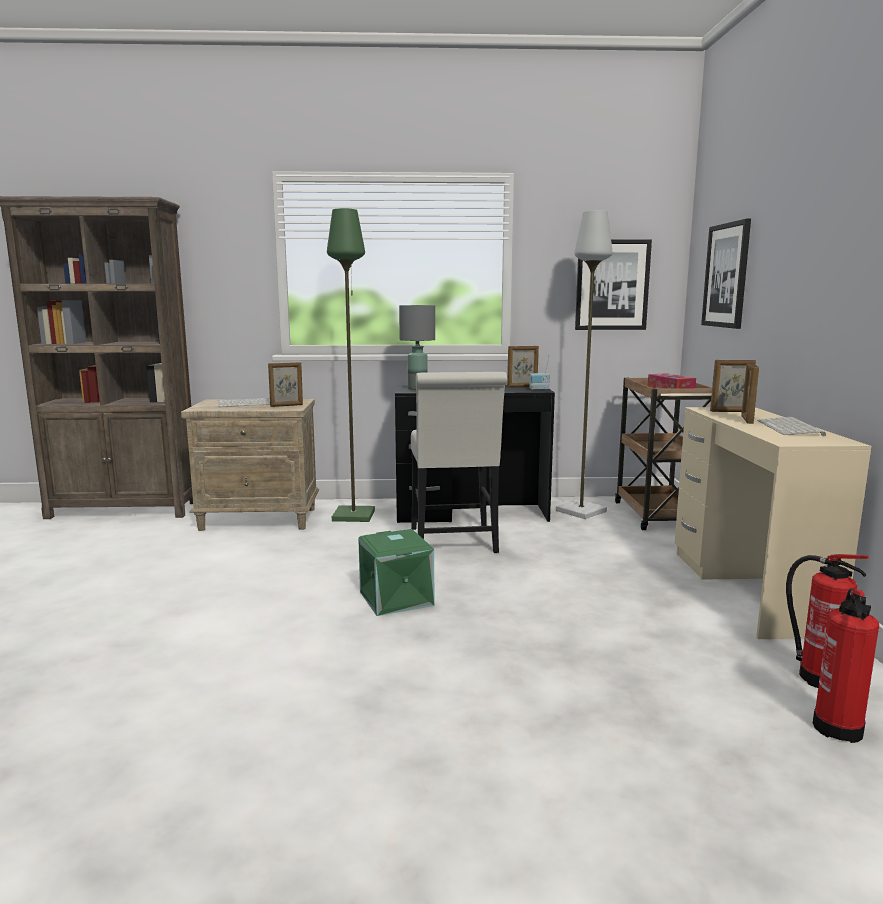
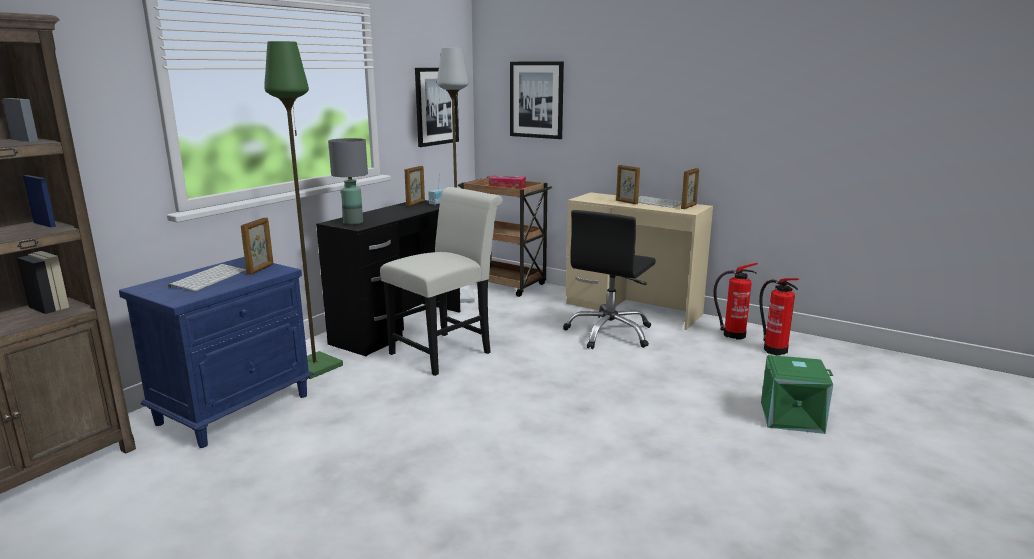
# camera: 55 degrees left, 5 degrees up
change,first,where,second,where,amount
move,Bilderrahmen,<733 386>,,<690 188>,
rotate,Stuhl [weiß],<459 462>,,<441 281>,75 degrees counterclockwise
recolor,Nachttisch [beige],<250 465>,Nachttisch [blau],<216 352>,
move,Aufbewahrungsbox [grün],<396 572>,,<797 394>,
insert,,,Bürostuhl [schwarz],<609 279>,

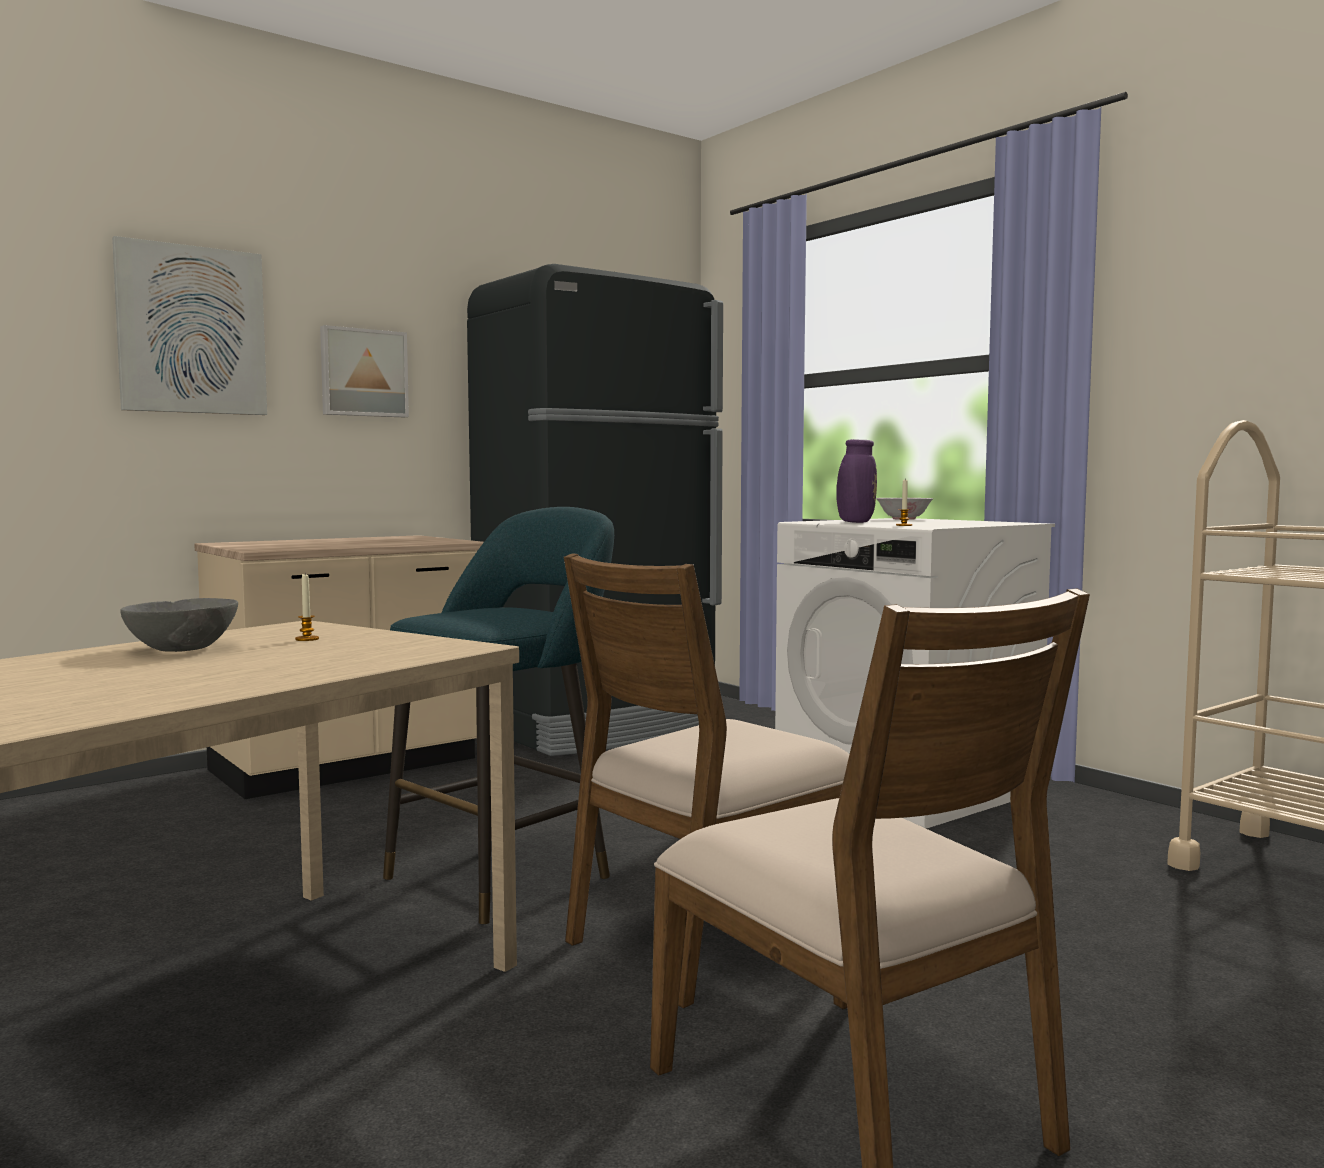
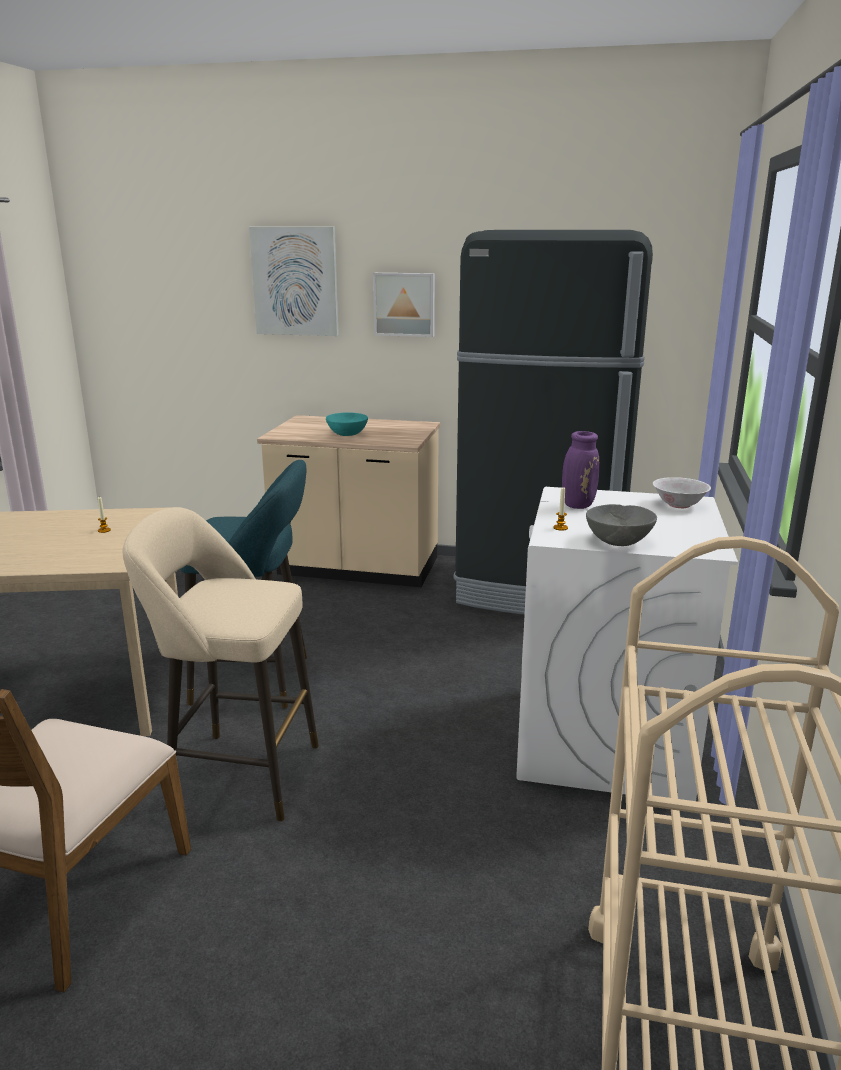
# camera: 50 degrees right, 15 degrees up
change,first,where,second,where,amount
replace,Stuhl [braun],<706 780>,Hocker [beige],<221 664>,
move,Schüssel [grau],<179 625>,,<621 525>,
insert,,,Schüssel [türkis],<347 424>,

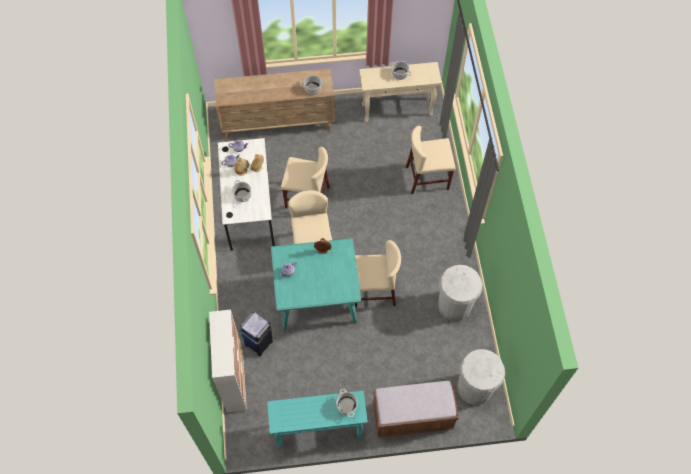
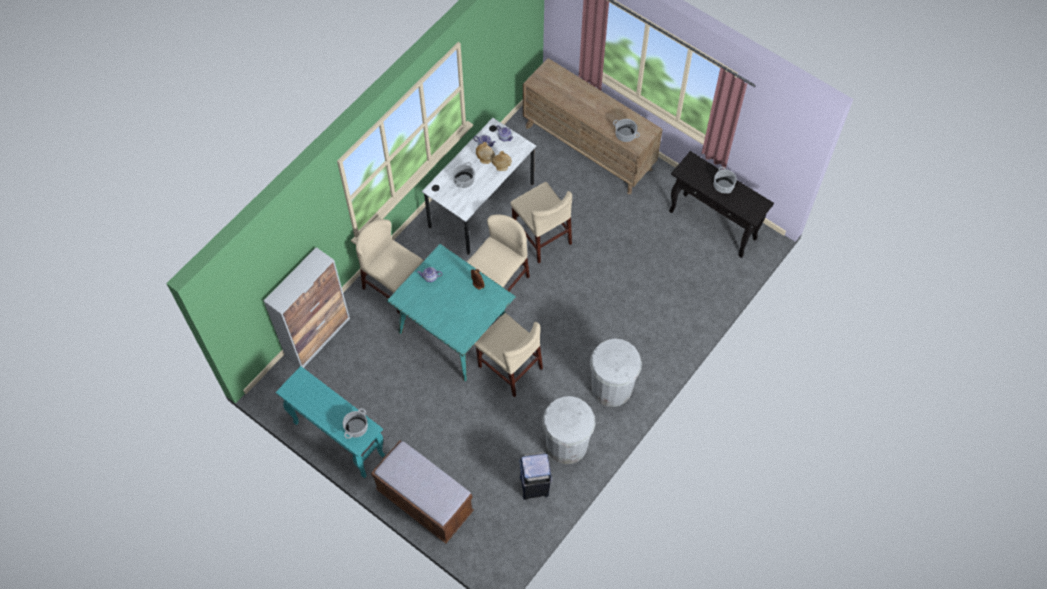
# camera: 45 degrees right, 0 degrees up
change,first,where,second,where,amount
recolor,Konsolentisch [beige],<400 92>,Konsolentisch [schwarz],<721 204>,
move,Stuhl [beige],<431 160>,,<389 266>,
move,Mülleimer [blau],<256 334>,,<535 475>,
move,Mülleimer [weiß],<481 377>,,<616 373>,

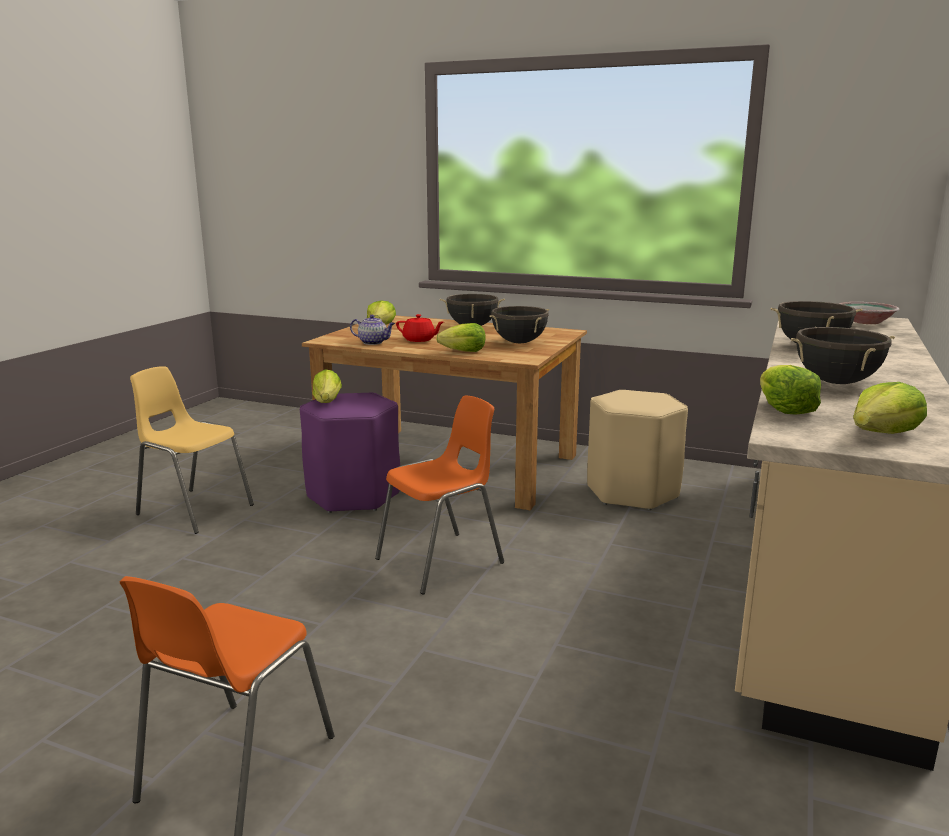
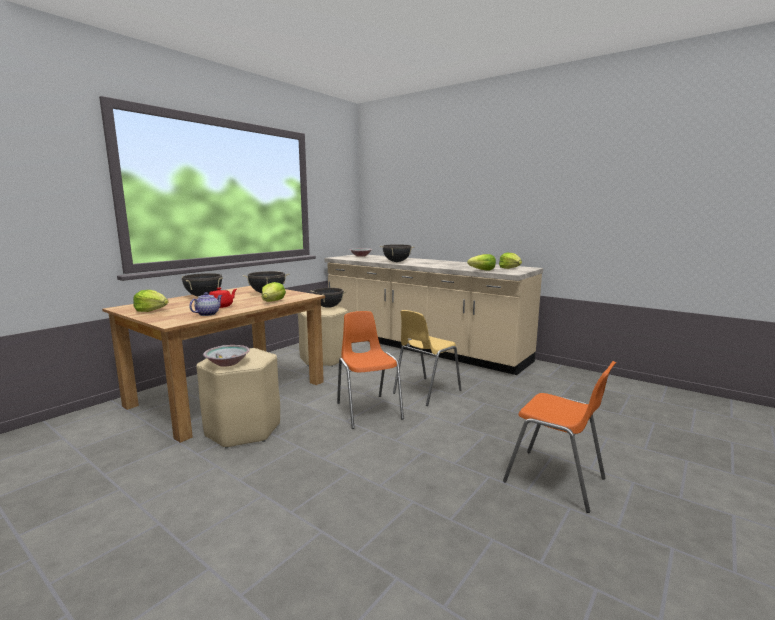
# camera: 75 degrees left, 5 degrees down
change,first,where,second,where,amount
move,Kochtopf [schwarz],<843 355>,,<328 298>,
move,Stuhl [gelb],<192 450>,,<427 358>,
replace,Salatkopf,<327 386>,Schüssel,<226 356>,
recolor,Hocker [lila],<350 453>,Hocker [beige],<238 398>,

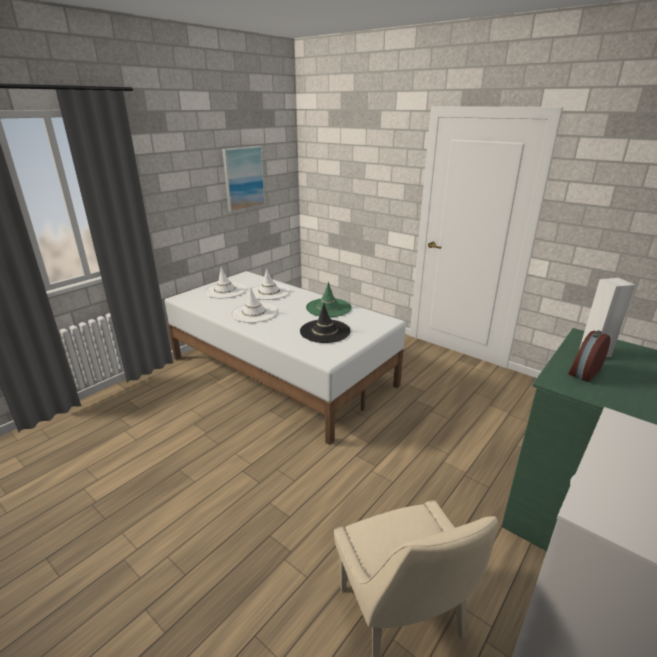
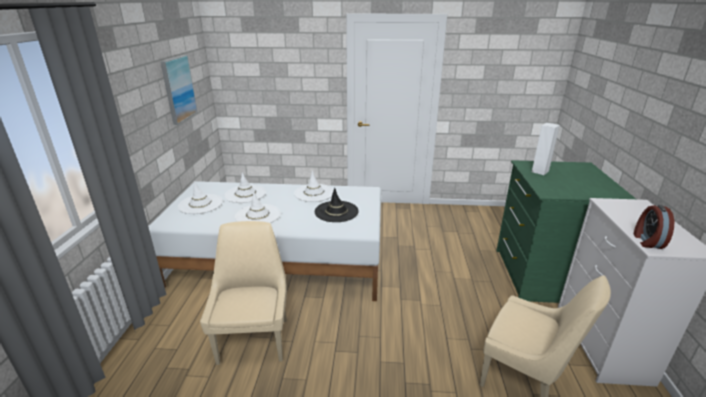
# camera: 35 degrees left, 0 degrees up
change,first,where,second,where,amount
recolor,Hut [grün],<328 299>,Hut [weiß],<314 186>,
move,Wecker,<589 356>,,<653 227>,
insert,,,Stuhl [beige],<243 293>,

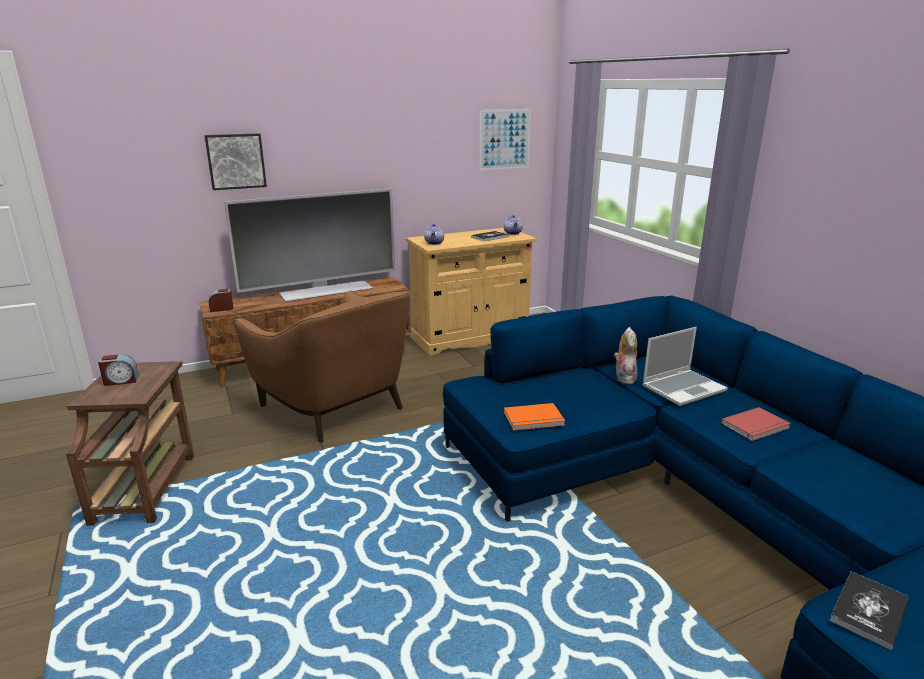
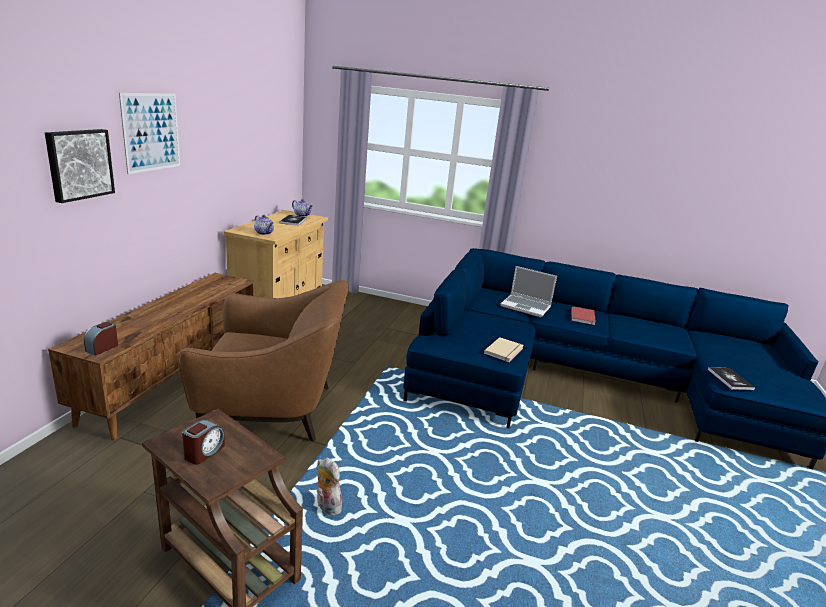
# camera: 50 degrees left, 0 degrees up
change,first,where,second,where,amount
move,Bild,<505 139>,,<149 133>,
delete,Fernseher,<309 245>,,,
move,Plüschtier,<625 355>,,<329 486>,
rotate,Laptop,<685 366>,,<528 291>,105 degrees clockwise
recolor,Buch [orange],<534 417>,Buch [beige],<504 349>,

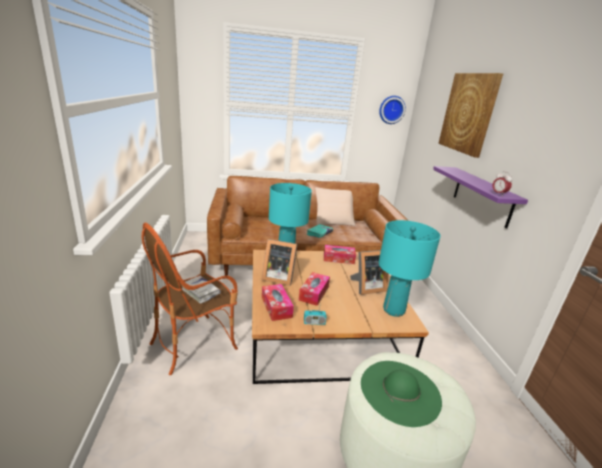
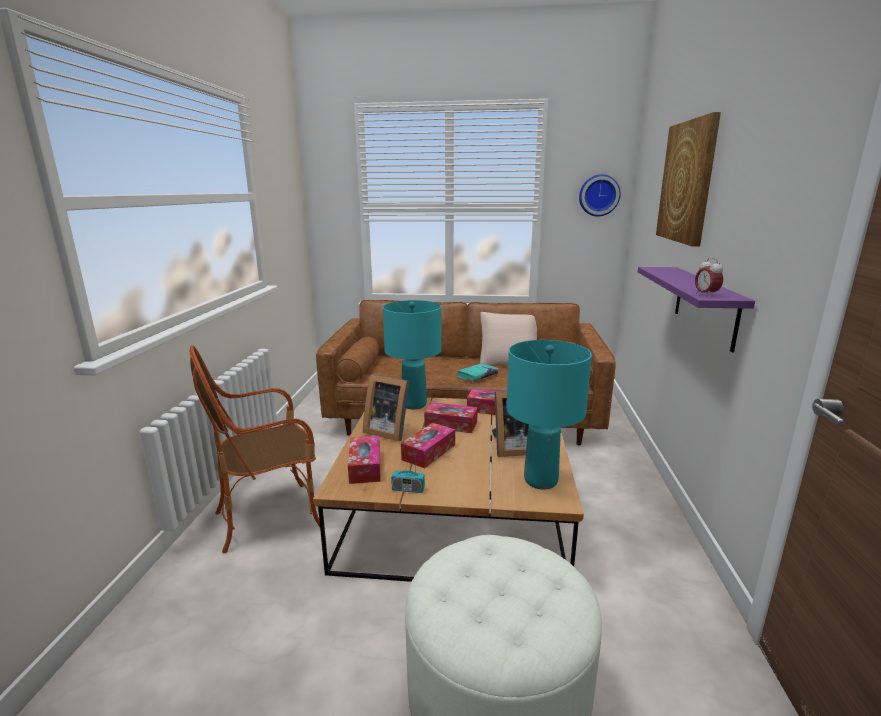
# camera: 15 degrees right, 5 degrees down
change,first,where,second,where,amount
delete,Buch [weiß],<201 290>,,,
delete,Hut [grün],<401 394>,,,
insert,,,Taschentuchbox,<451 417>,

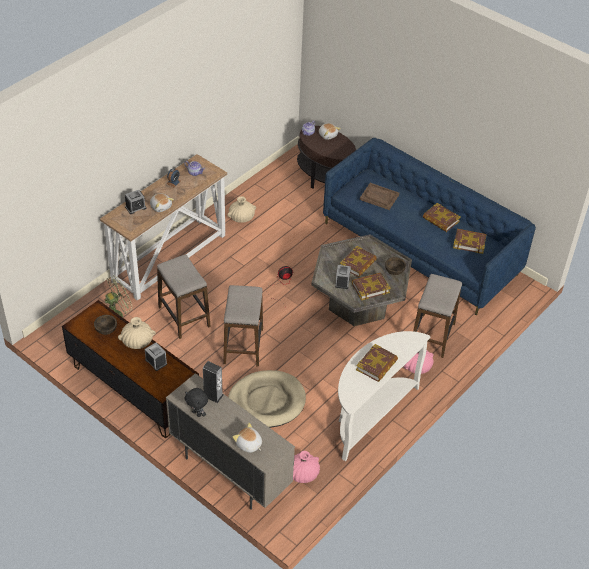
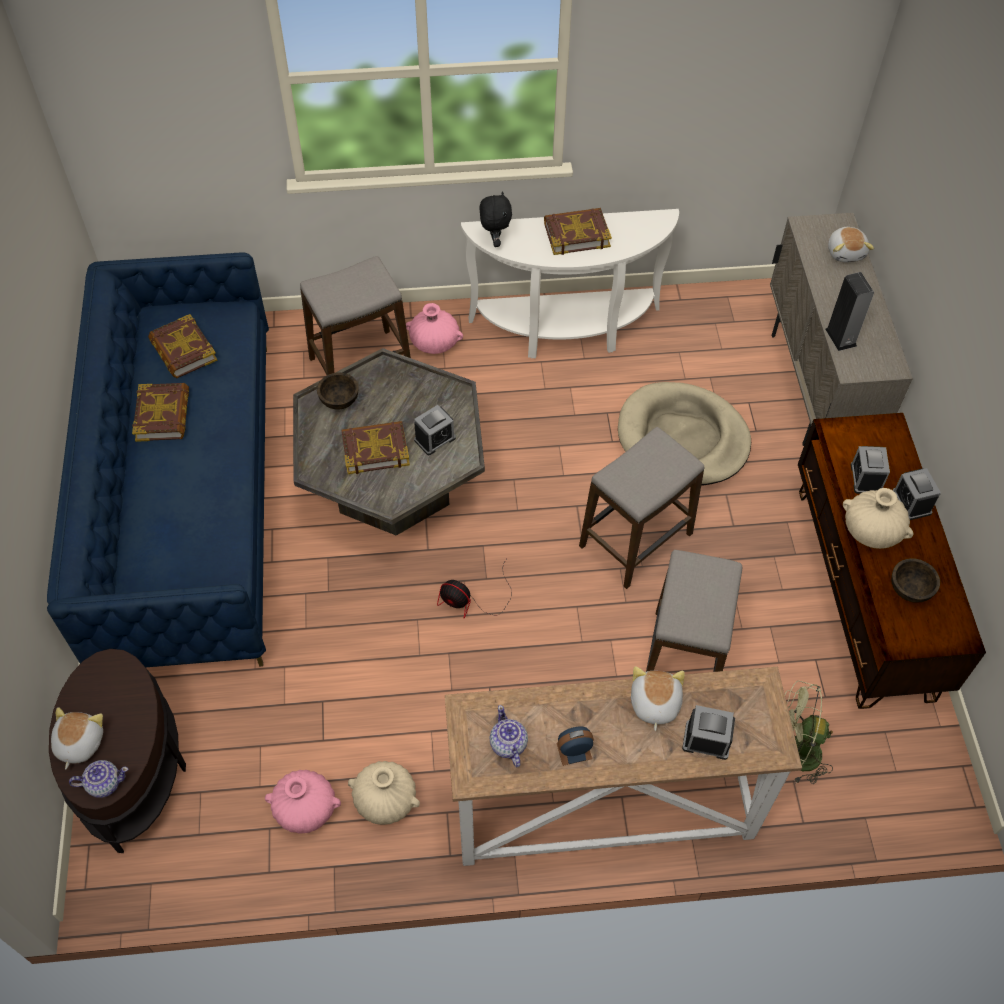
# camera: 135 degrees left, 10 degrees up
change,first,where,second,where,amount
delete,Tablett [braun],<379 196>,,,
delete,Buch,<371 286>,,,
move,Plüschtier [schwarz],<196 402>,,<495 219>,
move,Vase [rosa],<306 467>,,<303 801>,
insert,,,Wecker,<917 494>,

